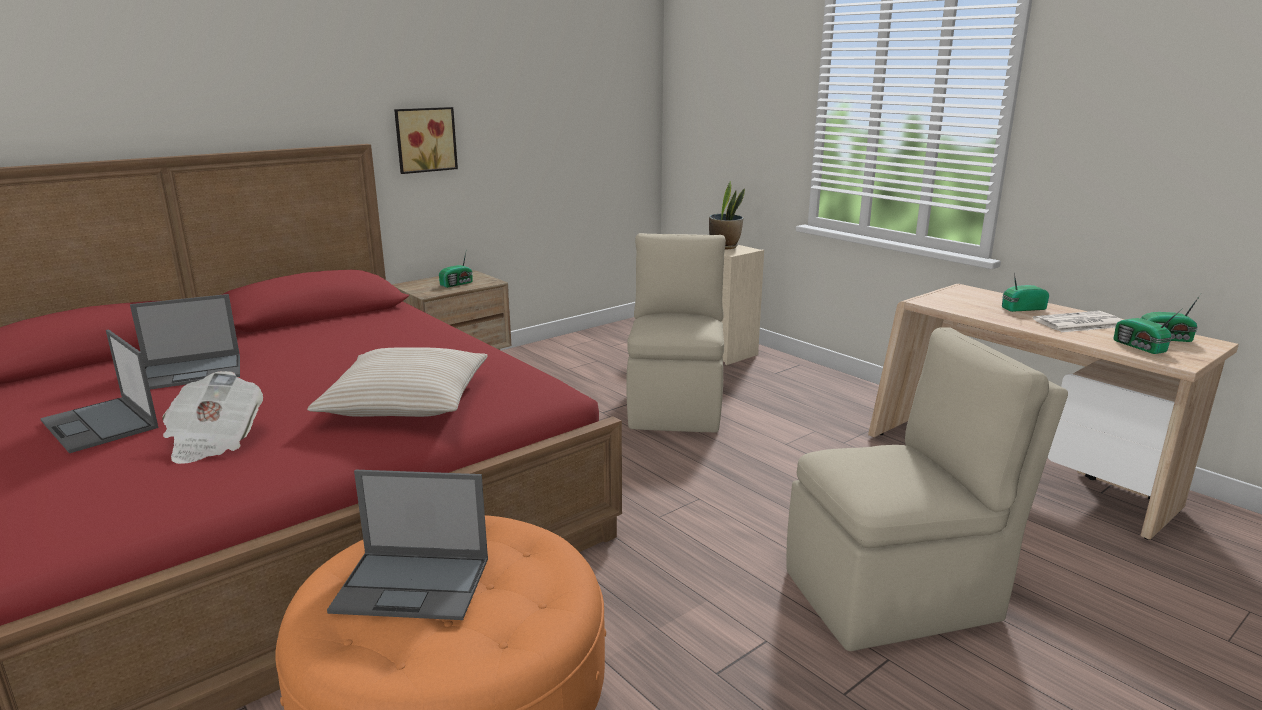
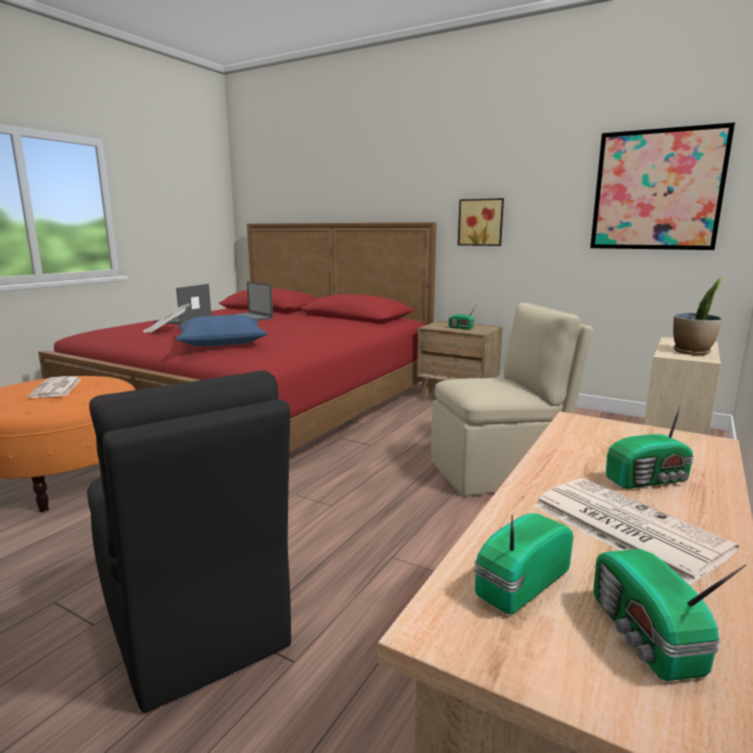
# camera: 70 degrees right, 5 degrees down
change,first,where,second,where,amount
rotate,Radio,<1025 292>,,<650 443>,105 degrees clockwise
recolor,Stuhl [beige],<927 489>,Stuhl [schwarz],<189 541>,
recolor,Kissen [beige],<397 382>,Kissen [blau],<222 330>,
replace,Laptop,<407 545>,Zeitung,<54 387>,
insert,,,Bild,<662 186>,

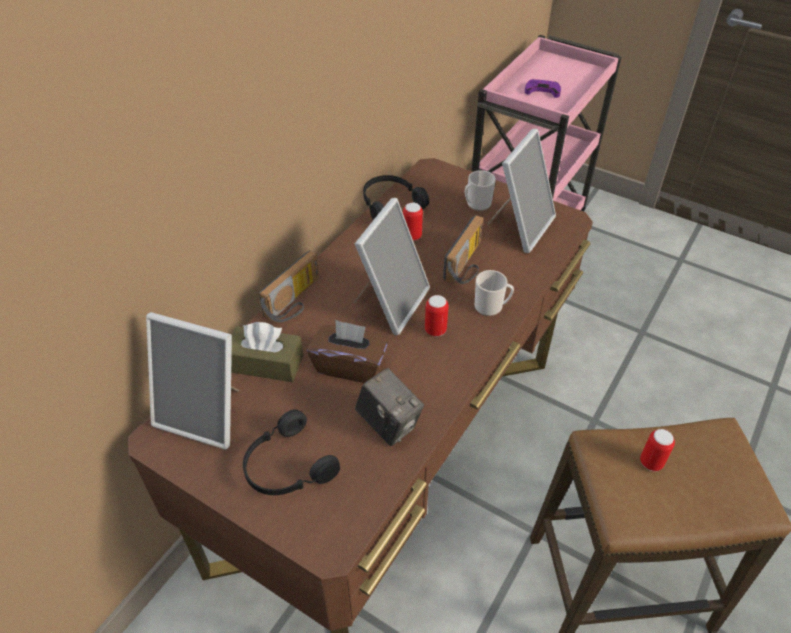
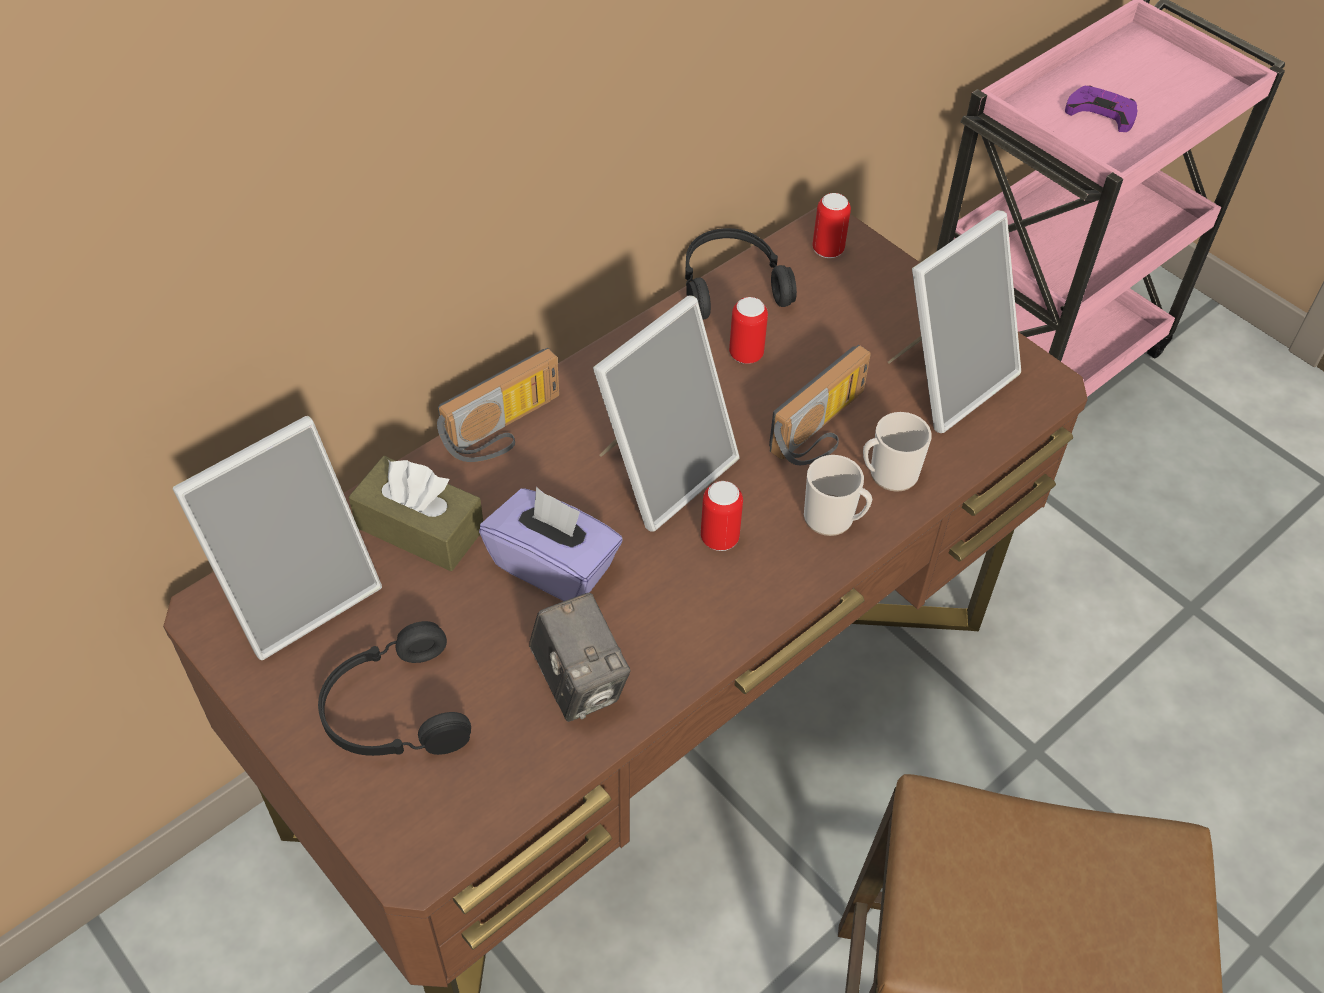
# camera: 15 degrees right, 5 degrees up
change,first,where,second,where,amount
move,Henkelbecher,<480 190>,,<897 452>,
rotate,Bilderrahmen,<192 381>,,<277 538>,75 degrees counterclockwise
recolor,Taschentuchbox [braun],<348 351>,Taschentuchbox [lila],<551 544>,
move,Dose,<657 450>,,<831 225>,

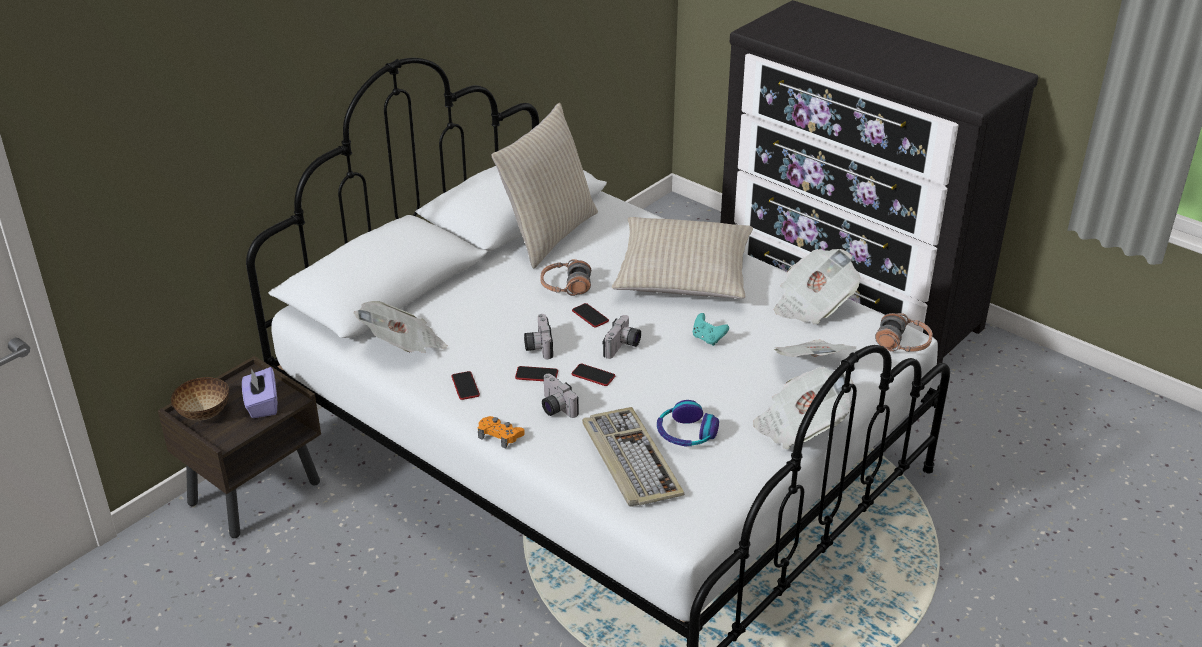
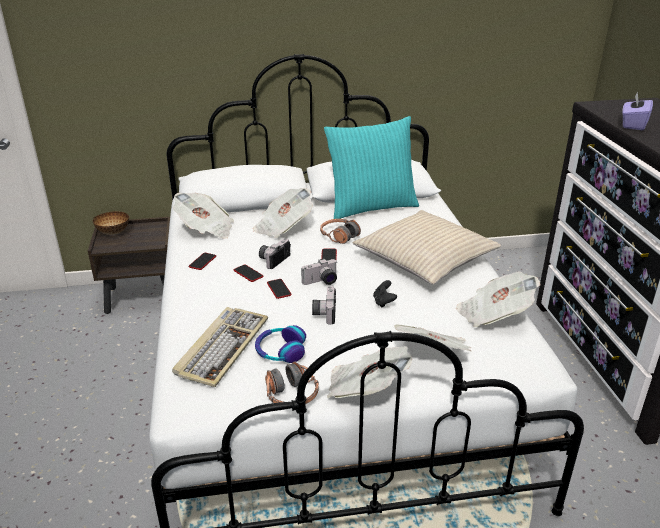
# camera: 40 degrees right, 5 degrees down
change,first,where,second,where,amount
recolor,Kissen [beige],<544 185>,Kissen [türkis],<371 167>,
recolor,Gamepad [türkis],<711 329>,Gamepad [schwarz],<385 294>,
move,Kopfhörer,<904 332>,,<292 383>,
move,Taschentuchbox [lila],<259 392>,,<637 110>,
move,Kamera,<560 396>,,<324 305>,
delete,Gamepad [orange],<501 432>,,,
insert,,,Zeitung,<283 213>,

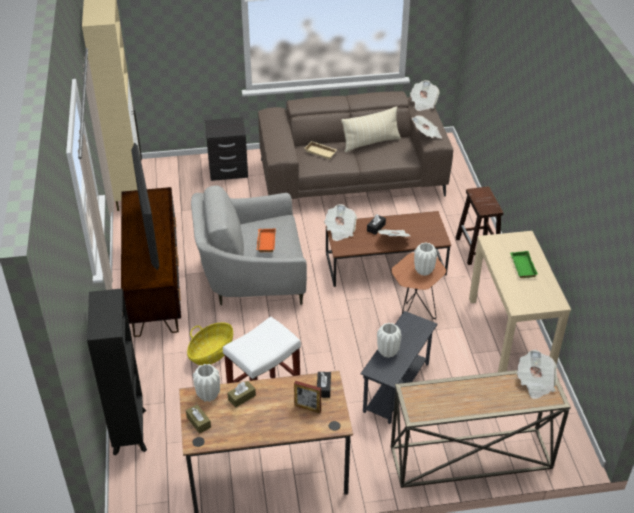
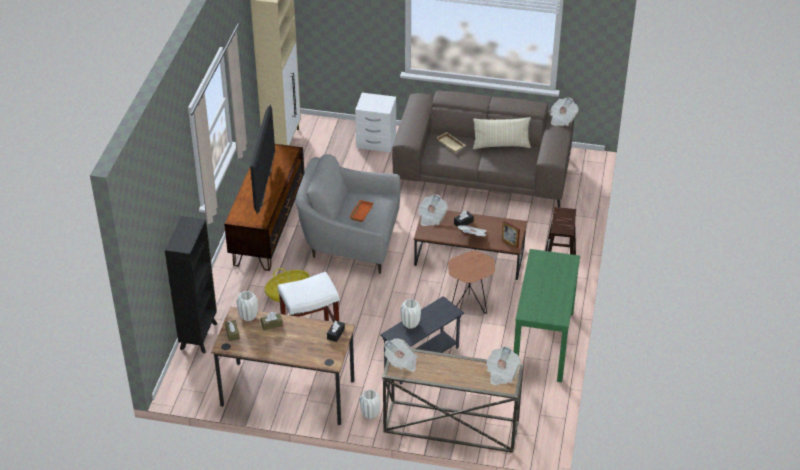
# camera: 20 degrees right, 0 degrees up
change,first,where,second,where,amount
move,Zeitung,<426 127>,,<401 355>,
recolor,Nachttisch [schwarz],<226 149>,Nachttisch [weiß],<375 122>,
recolor,Konsolentisch [beige],<520 301>,Konsolentisch [grün],<547 315>,
move,Vase [weiß],<425 259>,,<370 404>,
delete,Tablett [grün],<524 264>,,,
move,Bilderrahmen,<307 397>,,<511 234>,

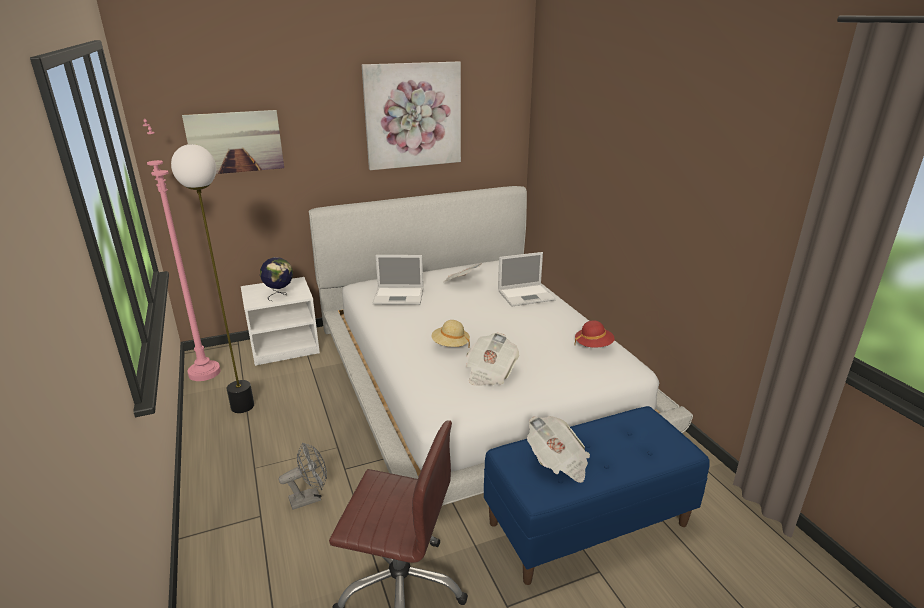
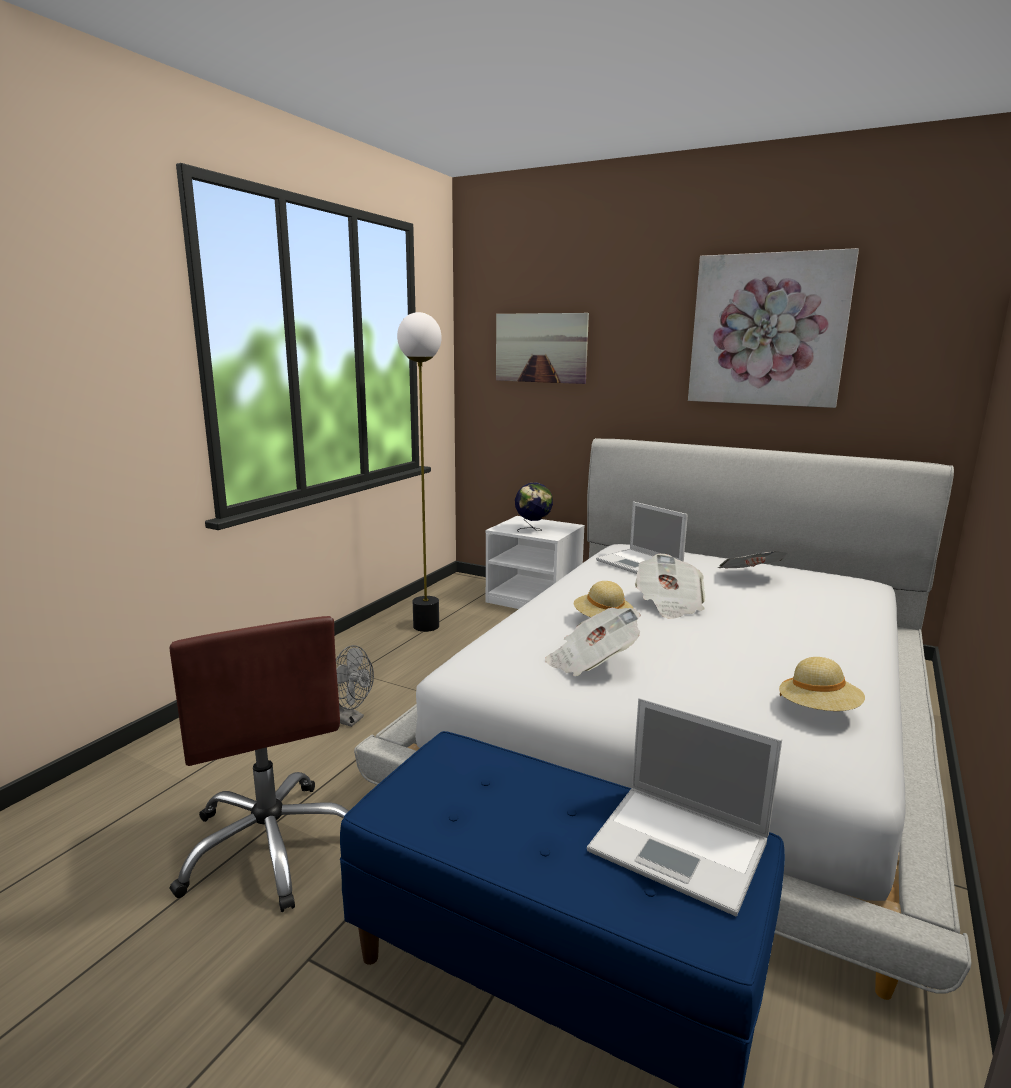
# camera: 50 degrees right, 10 degrees down
change,first,where,second,where,amount
delete,Stehlampe [rosa],<182 249>,,,
move,Laptop,<527 279>,,<684 806>,
recolor,Hut [rot],<595 334>,Hut [beige],<822 684>,
move,Zeitung,<558 449>,,<670 586>,

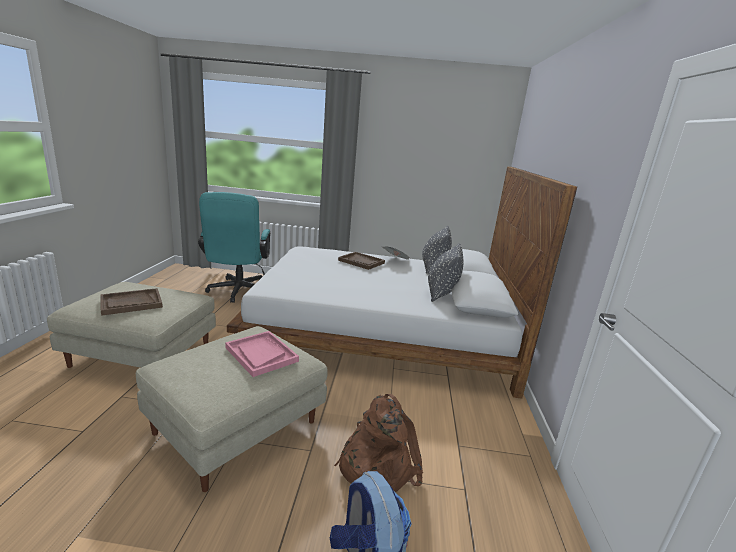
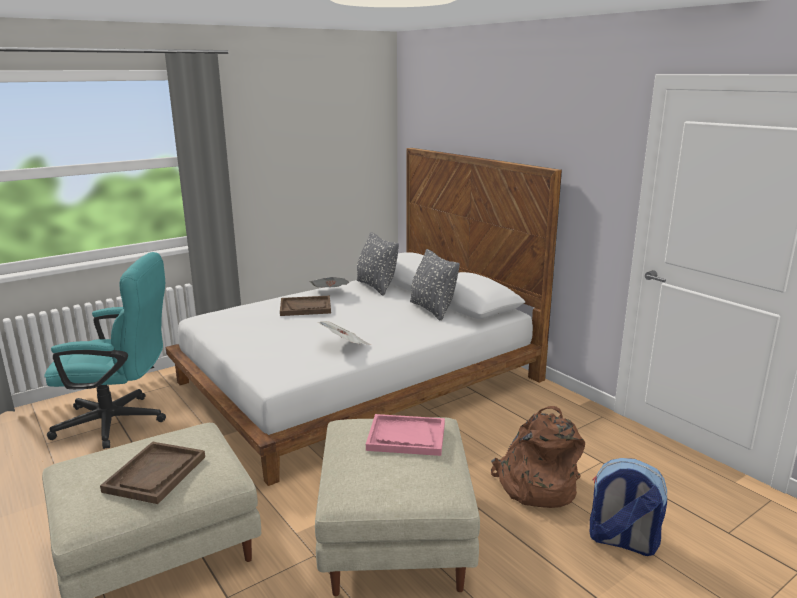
# camera: 40 degrees left, 0 degrees up
change,first,where,second,where,amount
rotate,Bürostuhl [türkis],<234 247>,,<105 350>,45 degrees counterclockwise
insert,,,Zeitung,<344 333>,

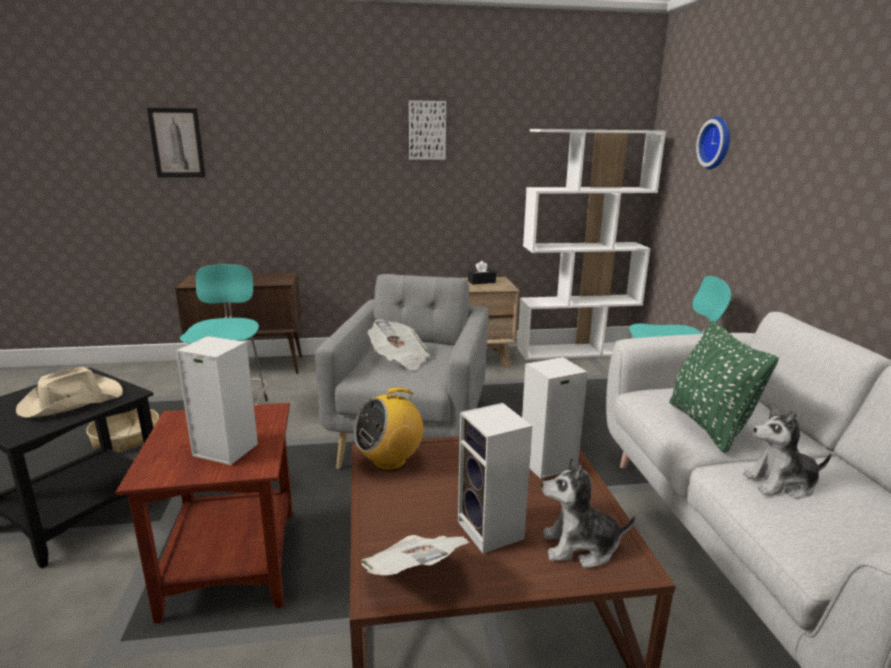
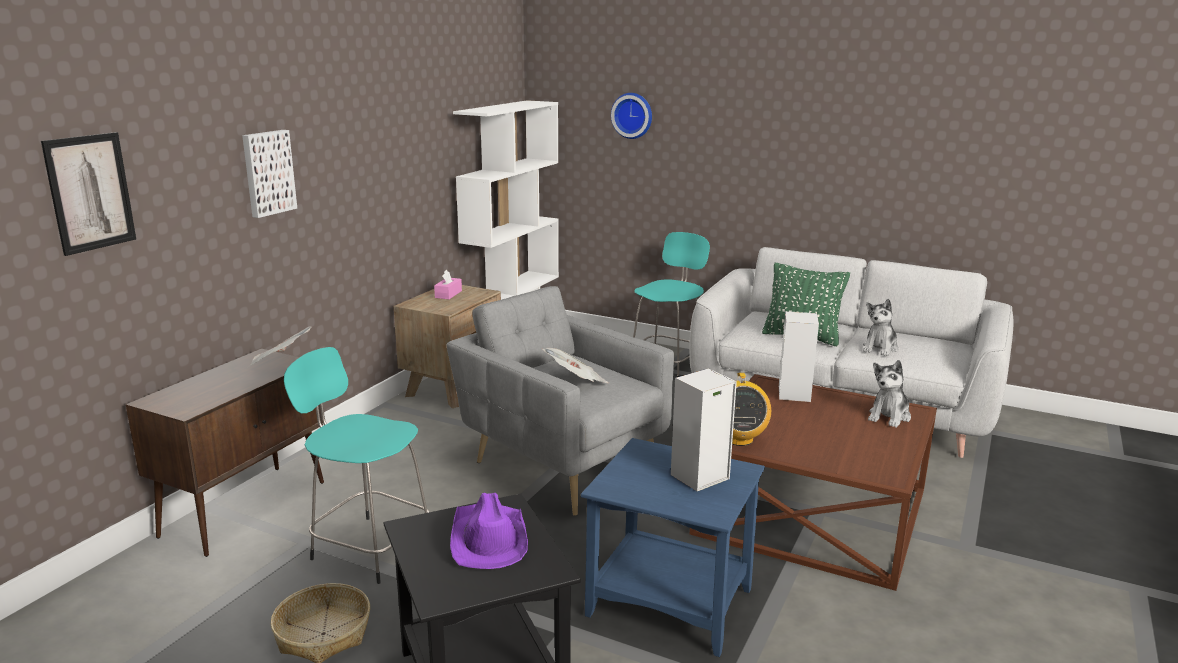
# camera: 55 degrees left, 0 degrees up
change,first,where,second,where,amount
move,Bild,<427 130>,,<269 174>,
recolor,Taschentuchbox [schwarz],<482 273>,Taschentuchbox [rosa],<448 284>,
recolor,Hut [beige],<69 392>,Hut [lila],<489 531>,
recolor,Beistelltisch [braun],<204 513>,Beistelltisch [blau],<673 547>,
delete,Lautsprecher,<495 478>,,,
move,Zeitung,<415 555>,,<280 346>,

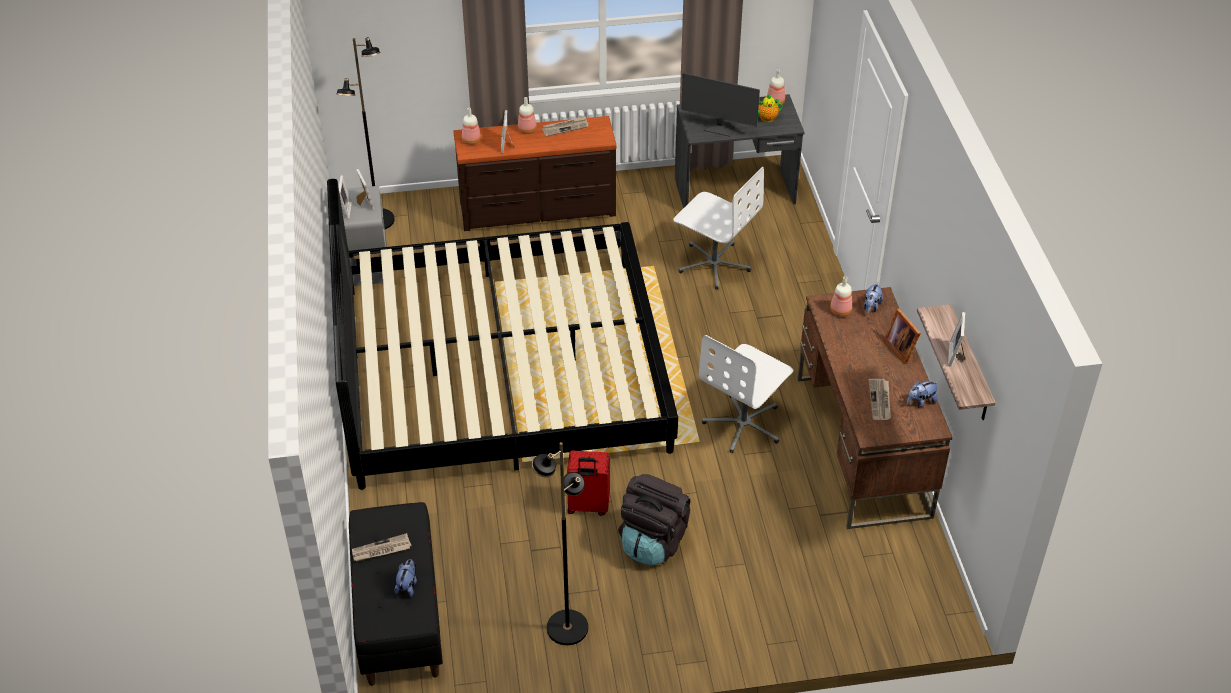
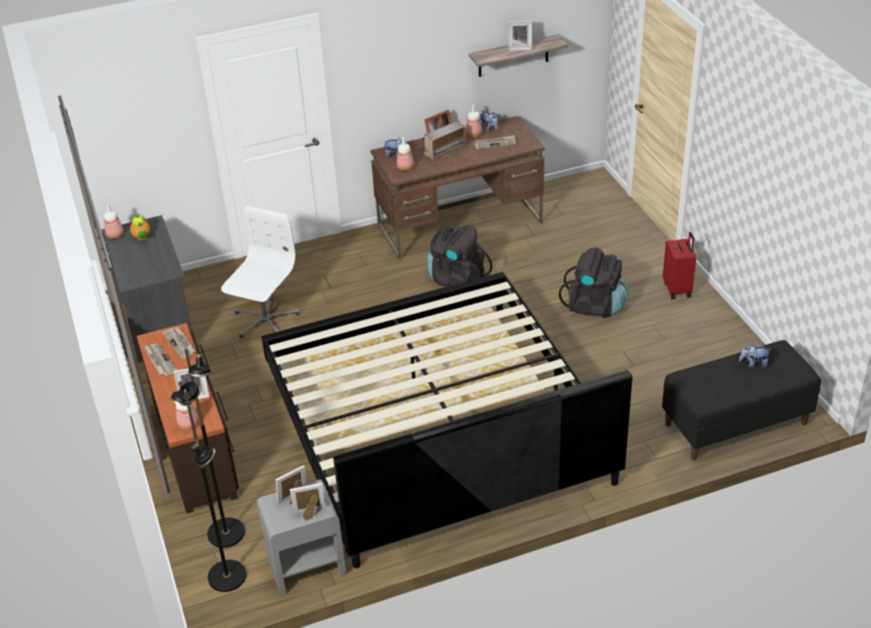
# camera: 100 degrees left, 5 degrees down
change,first,where,second,where,amount
delete,Monitor,<720 105>,,,
move,Flasche,<527 115>,,<474 121>,
replace,Bürostuhl [weiß],<746 394>,Rucksack [schwarz],<460 256>,
move,Stehlampe [schwarz],<560 543>,,<207 448>,
move,Koffer [rot],<588 483>,,<679 266>,
move,Zeitung,<382 547>,,<179 343>,
insert,,,Radio,<445 141>,

